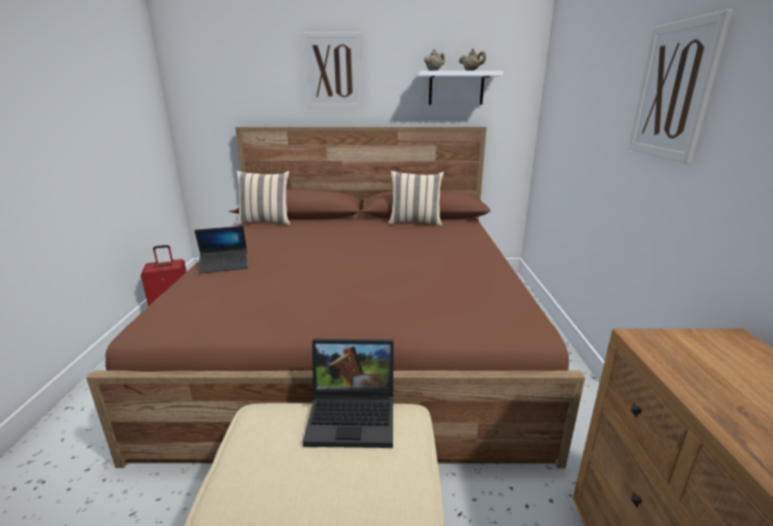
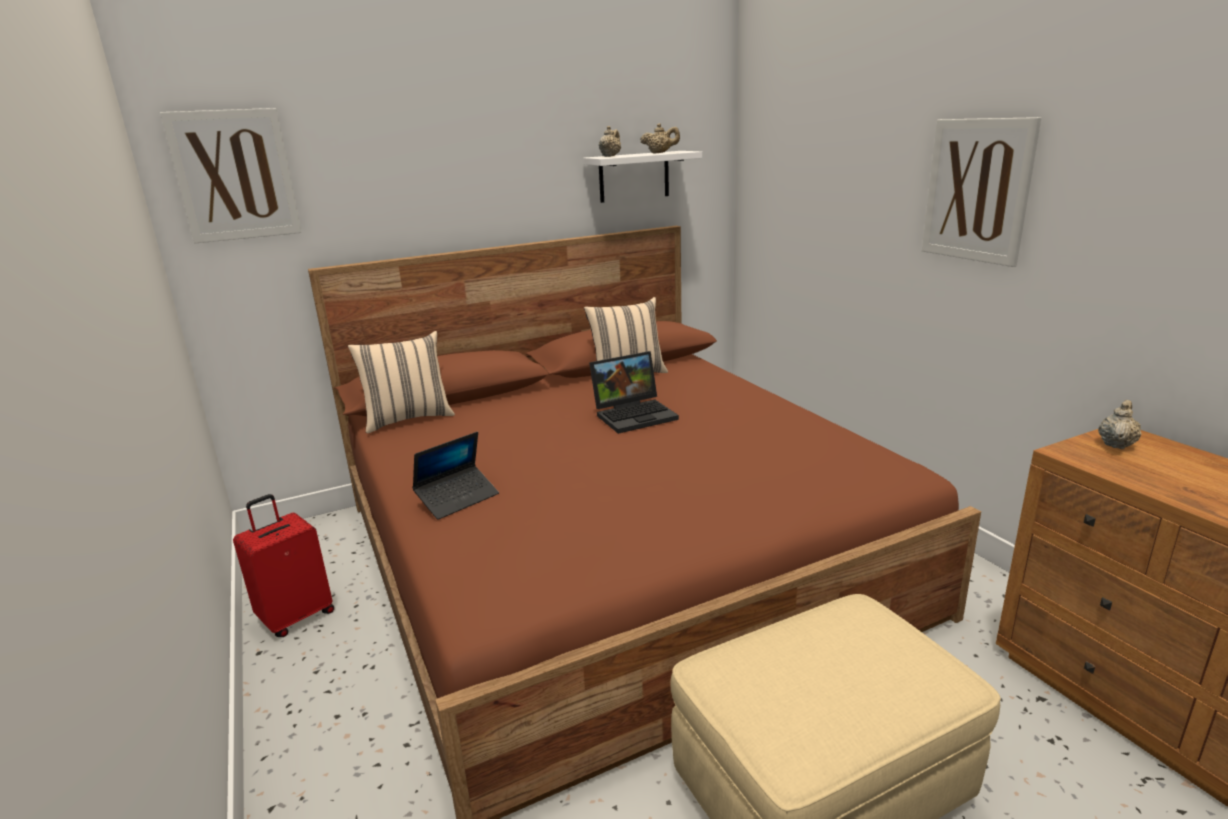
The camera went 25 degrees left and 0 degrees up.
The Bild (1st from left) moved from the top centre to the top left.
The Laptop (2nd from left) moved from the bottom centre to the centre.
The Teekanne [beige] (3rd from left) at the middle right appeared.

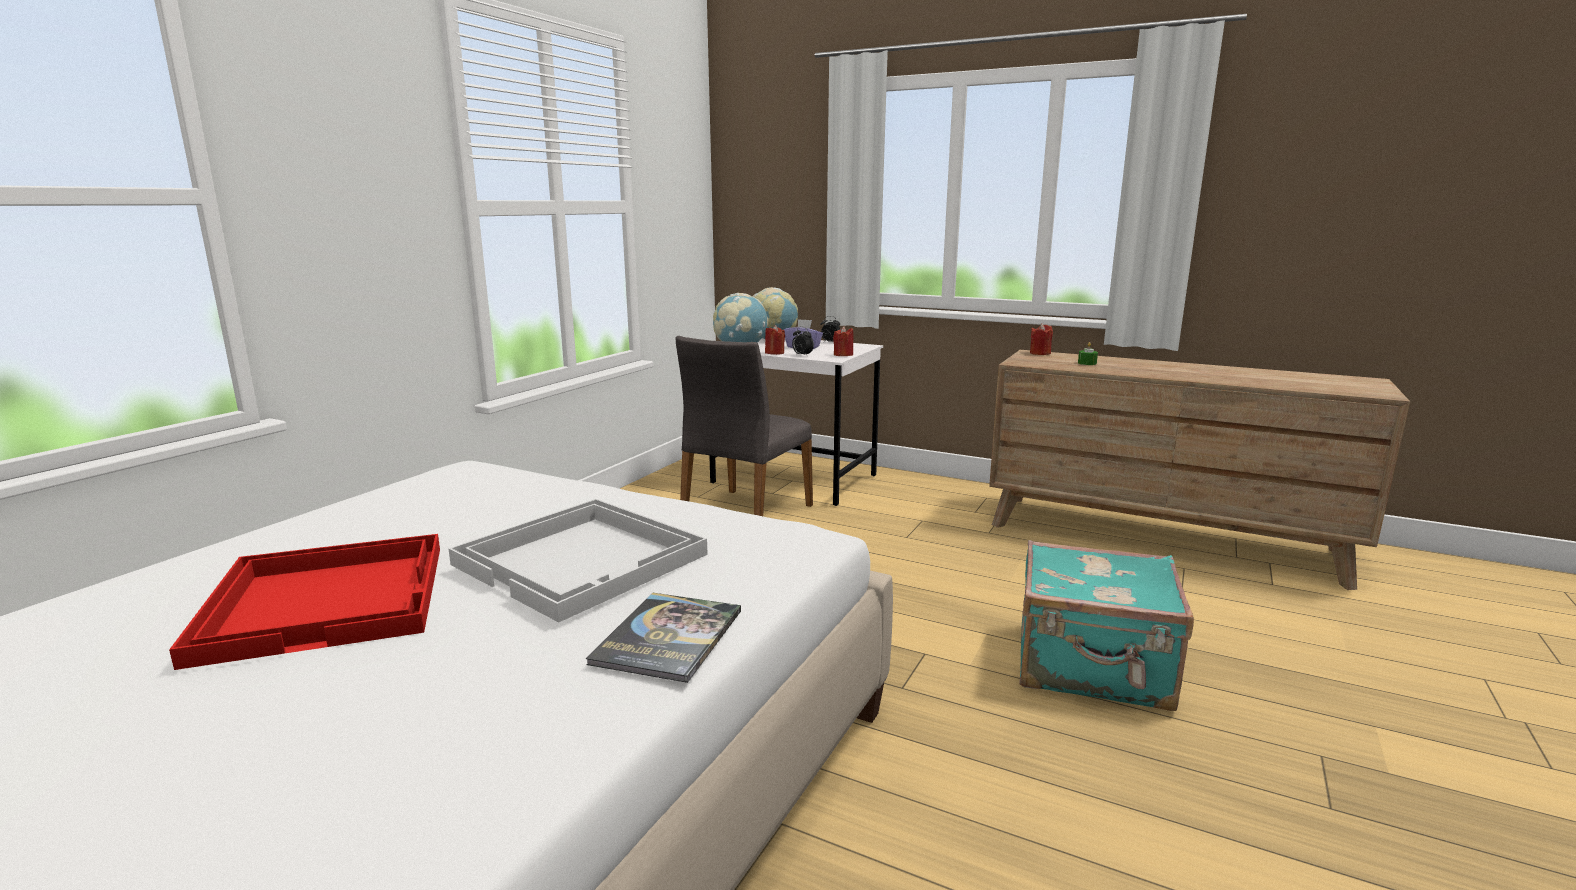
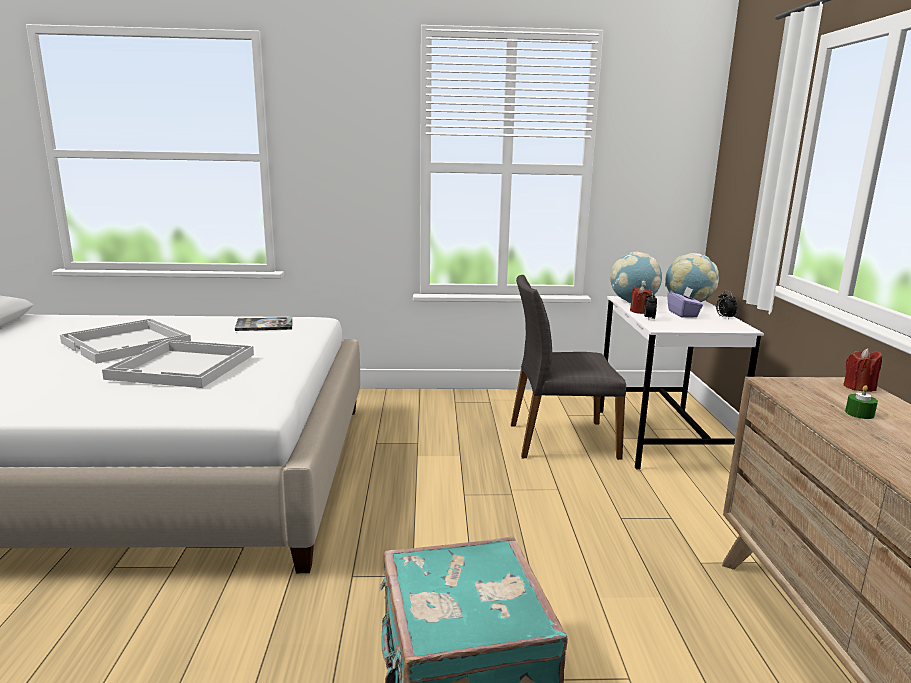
The camera went 60 degrees right and 0 degrees up.
The Kerze [rot] (2nd from left) at the centre disappeared.
The Tablett [rot] at the bottom left became the Tablett [weiß] (1st from left) at the middle left.
The Buch moved from the bottom centre to the middle left.

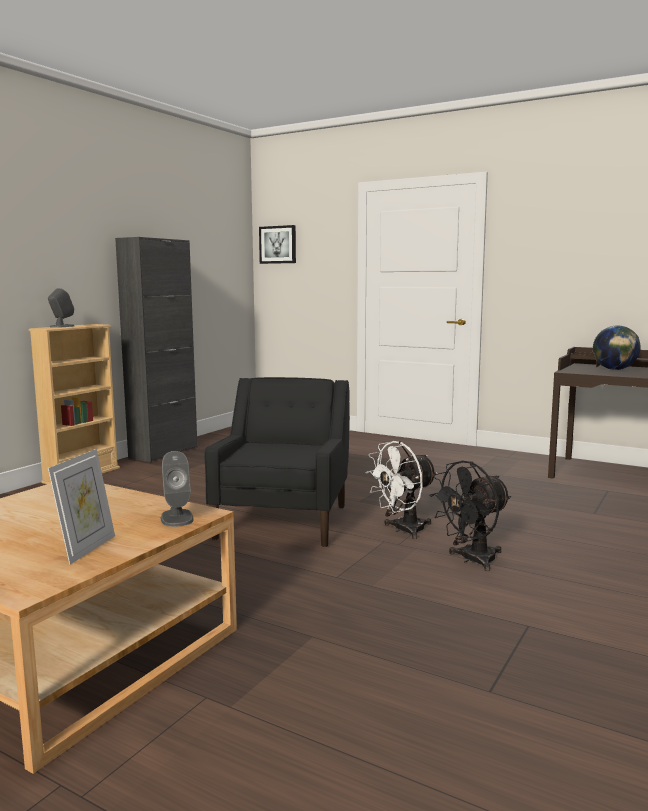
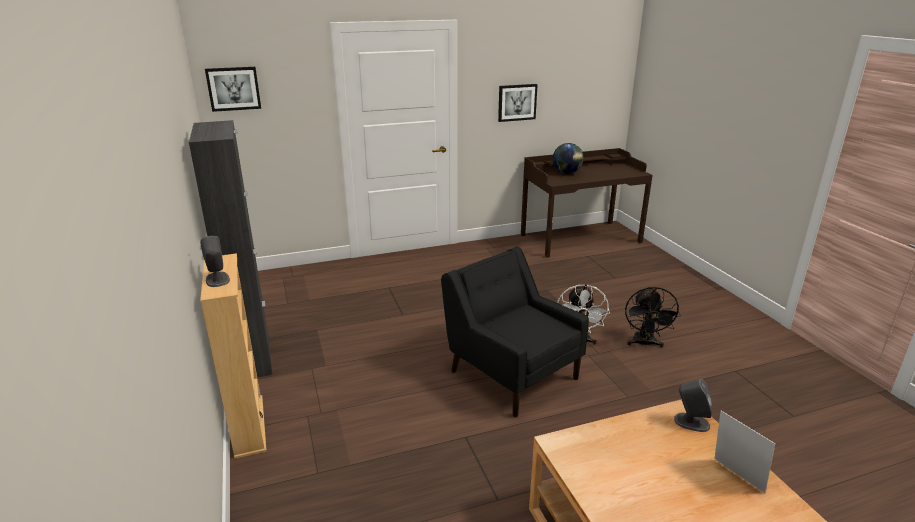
The camera went 50 degrees left and 15 degrees up.
The Bild (2nd from left) at the top centre appeared.

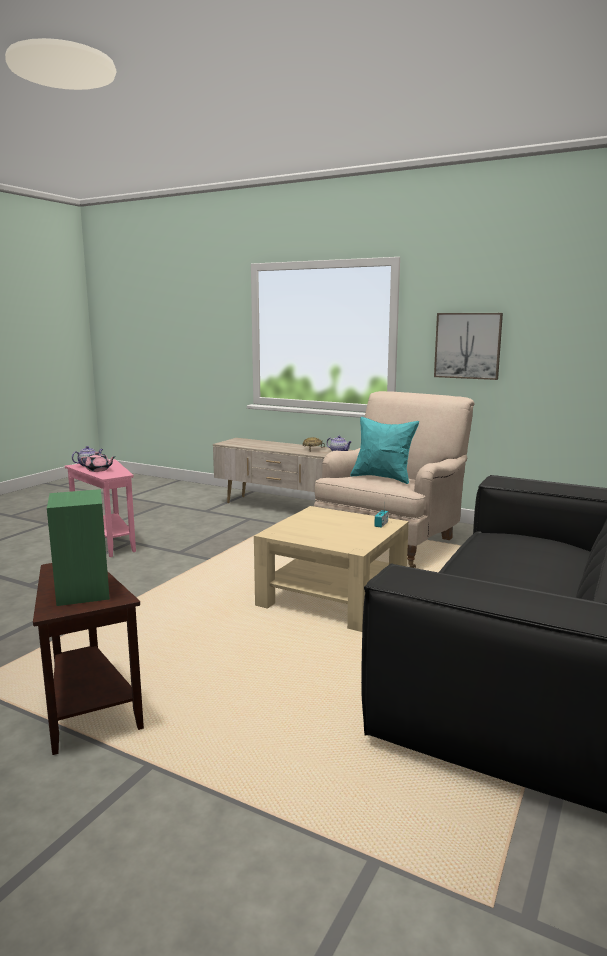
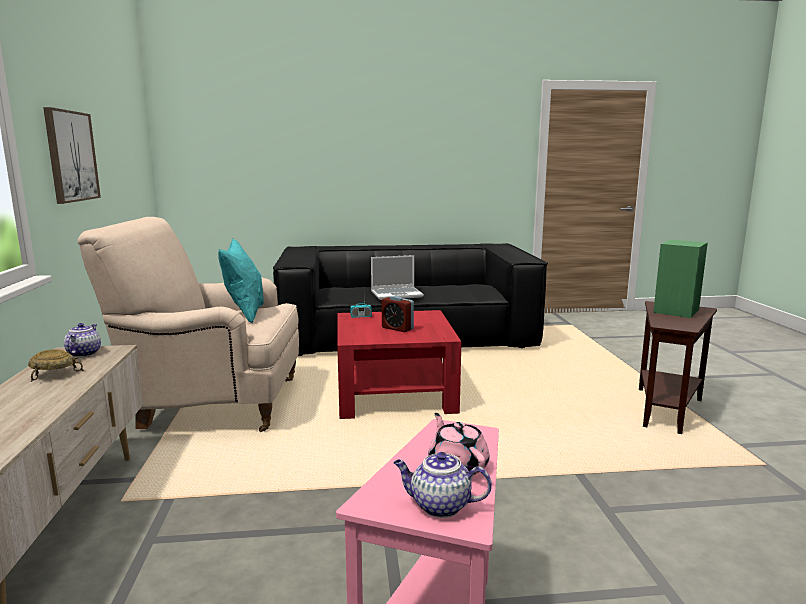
The camera went 125 degrees left and 0 degrees up.
The Couchtisch [beige] at the centre became the Couchtisch [rot] at the centre.
The Laptop at the centre appeared.
The Wecker at the centre appeared.

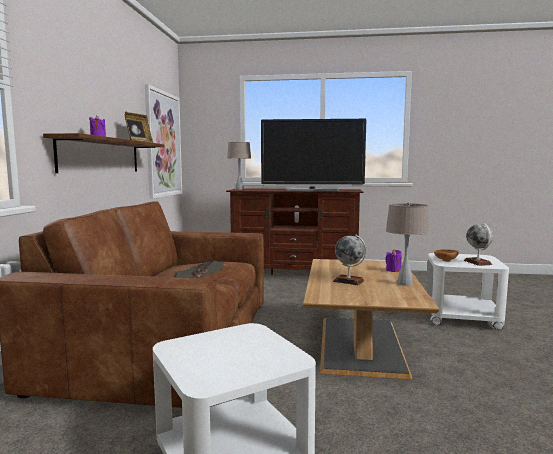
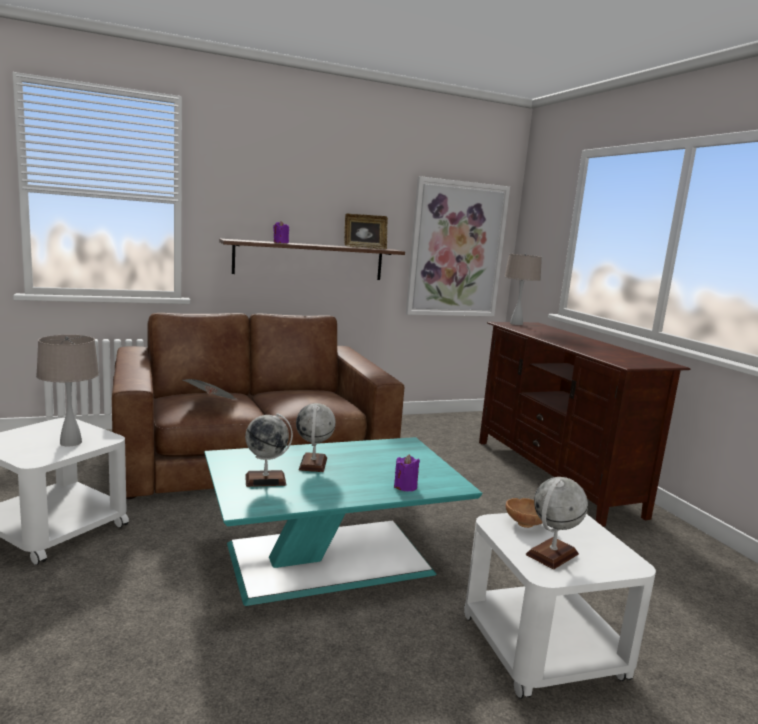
The camera went 60 degrees right and 5 degrees up.
The Fernseher at the centre disappeared.
The Tischlampe [beige] (2nd from left in the first image) moved from the middle right to the middle left.
The Couchtisch [braun] at the bottom right became the Couchtisch [türkis] at the bottom centre.
The Globus (1st from left) at the centre appeared.

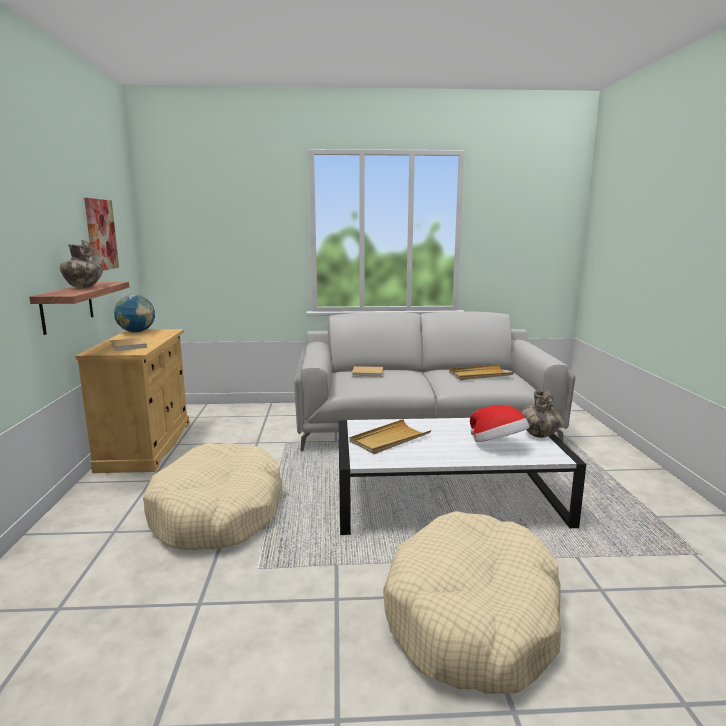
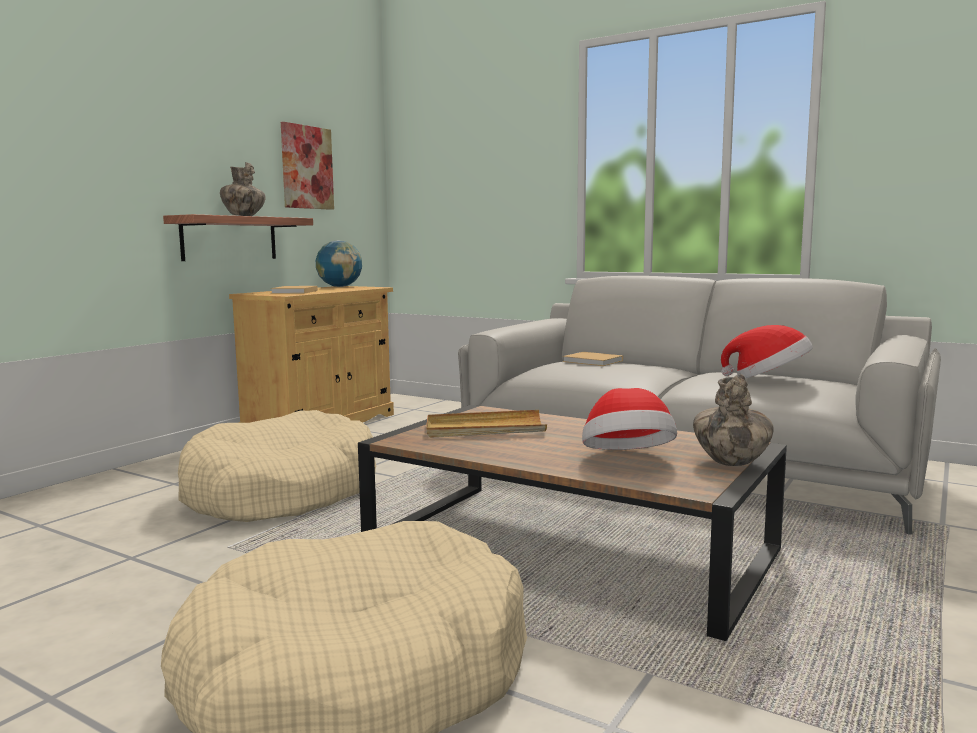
The camera went 35 degrees right and 5 degrees down.
The Tablett [beige] (2nd from left) at the centre was replaced by the Hut (2nd from left) at the middle right.
The Couchtisch [weiß] at the centre became the Couchtisch [braun] at the bottom centre.

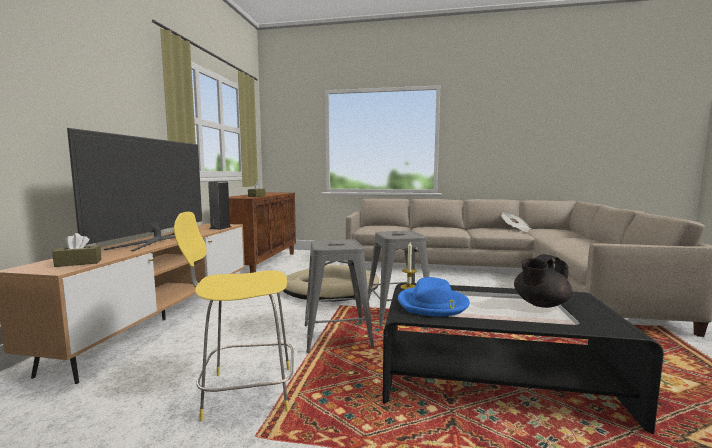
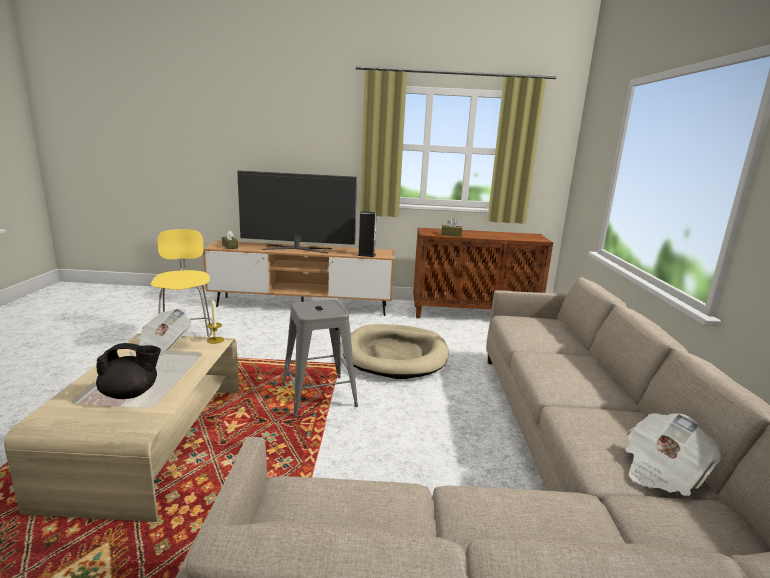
The camera went 80 degrees right and 10 degrees up.
The Hocker [grau] (1st from left) at the centre disappeared.
The Teekanne [schwarz] at the middle right turned 120 degrees clockwise.
The Hut [blau] at the centre was replaced by the Zeitung (1st from left) at the middle left.
The Couchtisch [schwarz] at the bottom right became the Couchtisch [beige] at the bottom left.

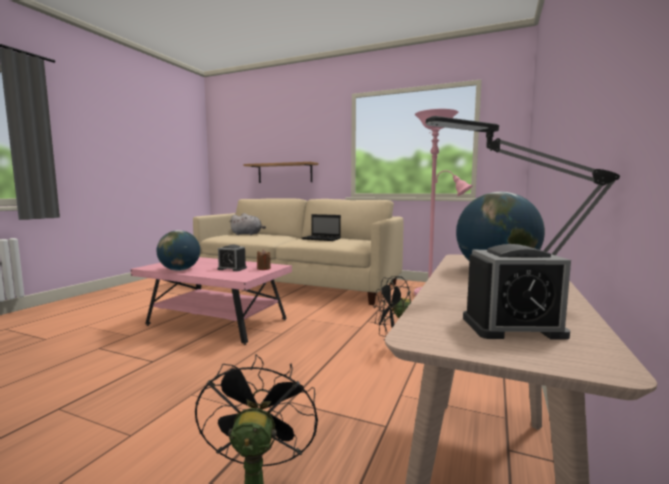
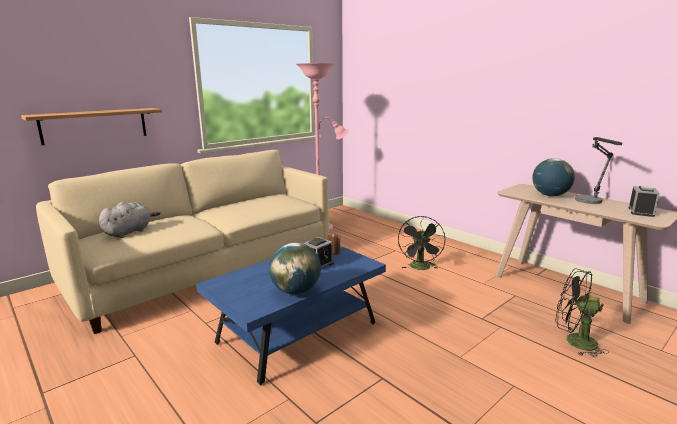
The camera went 65 degrees left and 10 degrees up.
The Laptop at the centre disappeared.
The Couchtisch [rosa] at the middle left became the Couchtisch [blau] at the bottom centre.

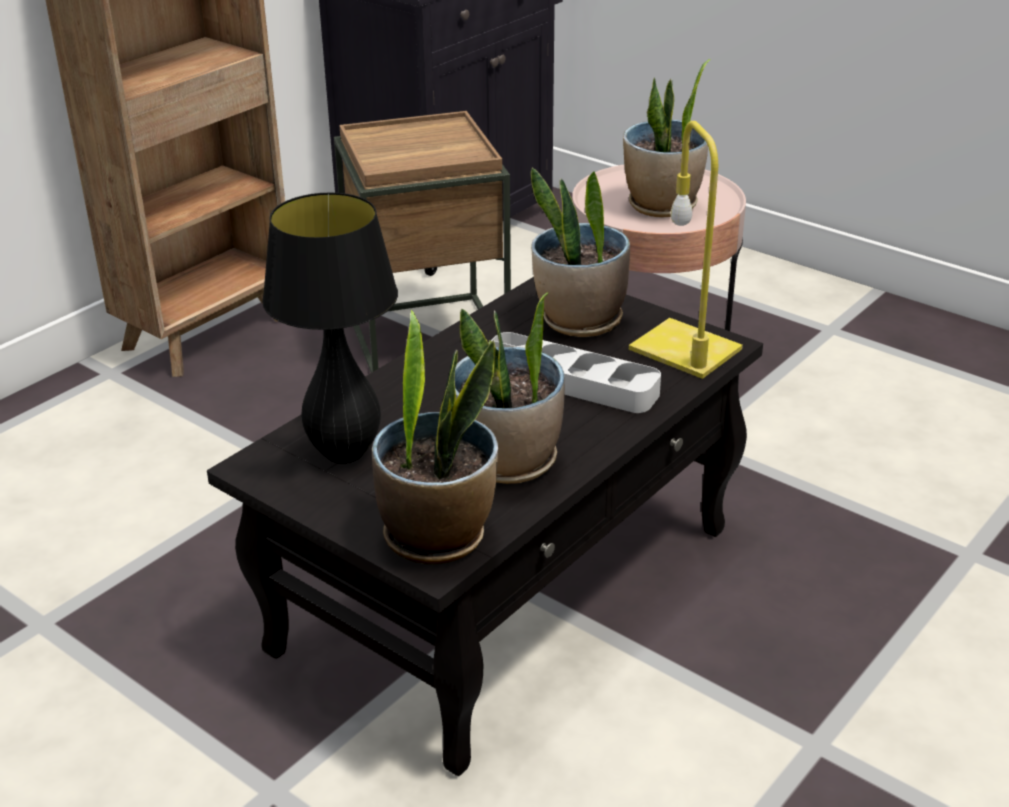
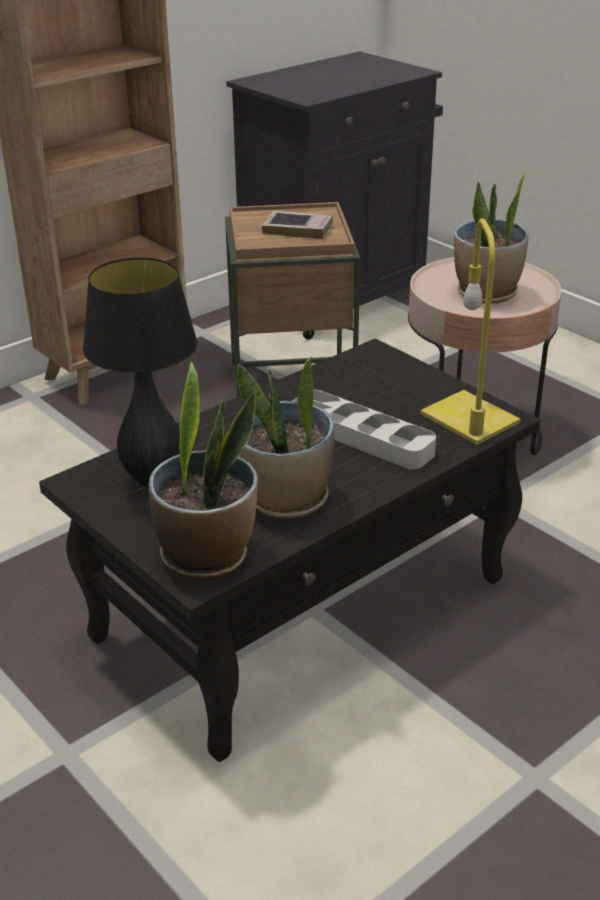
The camera went 10 degrees right and 0 degrees up.
The Topfpflanze (3rd from left) at the top centre disappeared.
The Buch at the top centre appeared.

